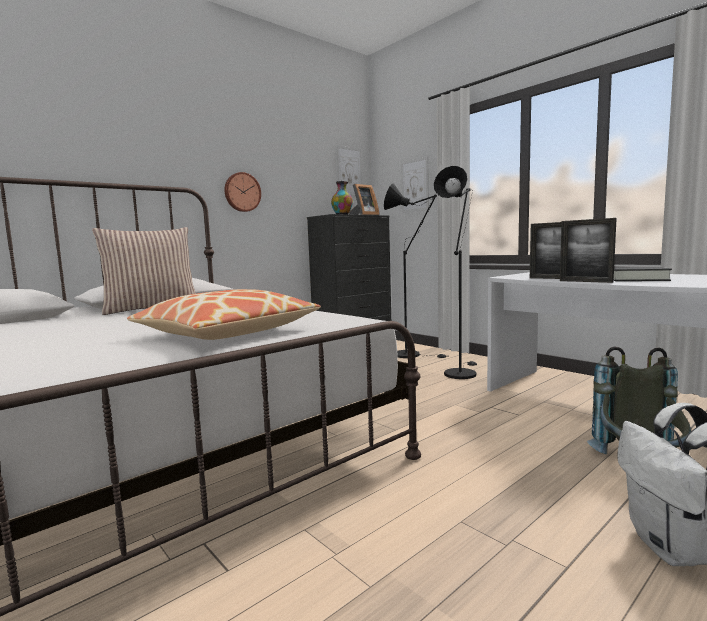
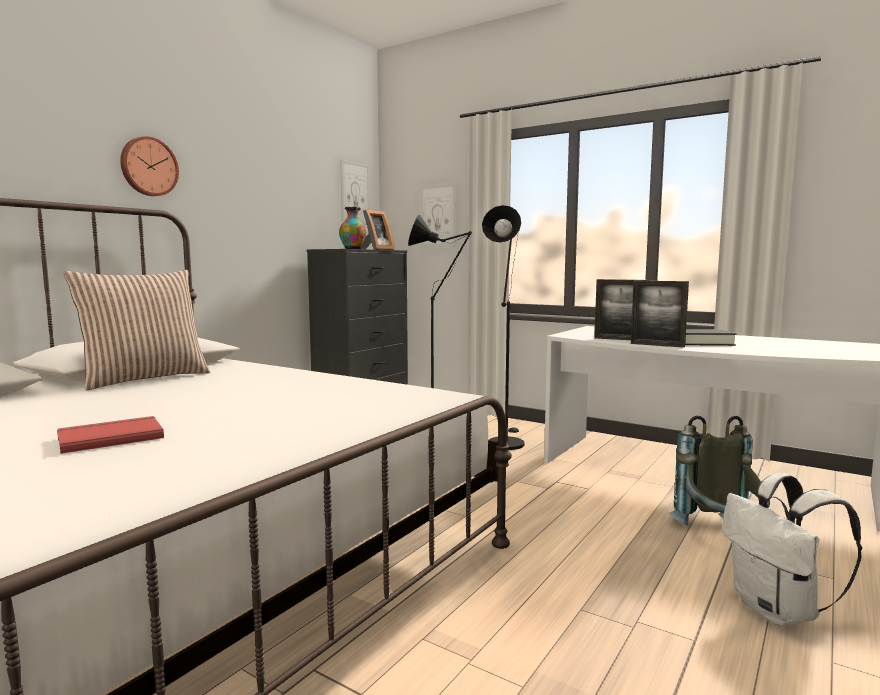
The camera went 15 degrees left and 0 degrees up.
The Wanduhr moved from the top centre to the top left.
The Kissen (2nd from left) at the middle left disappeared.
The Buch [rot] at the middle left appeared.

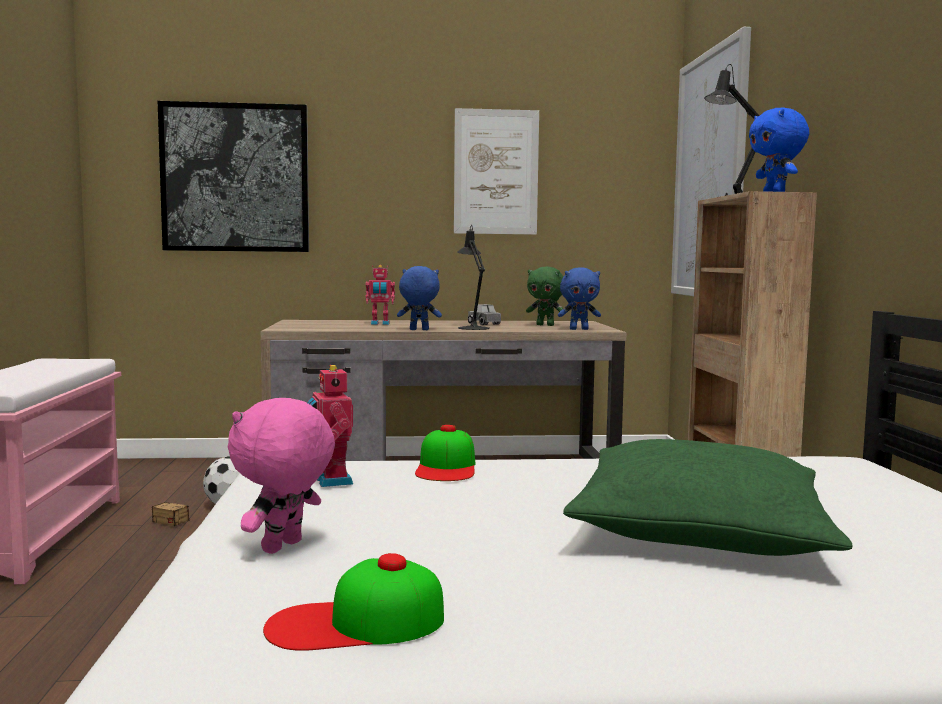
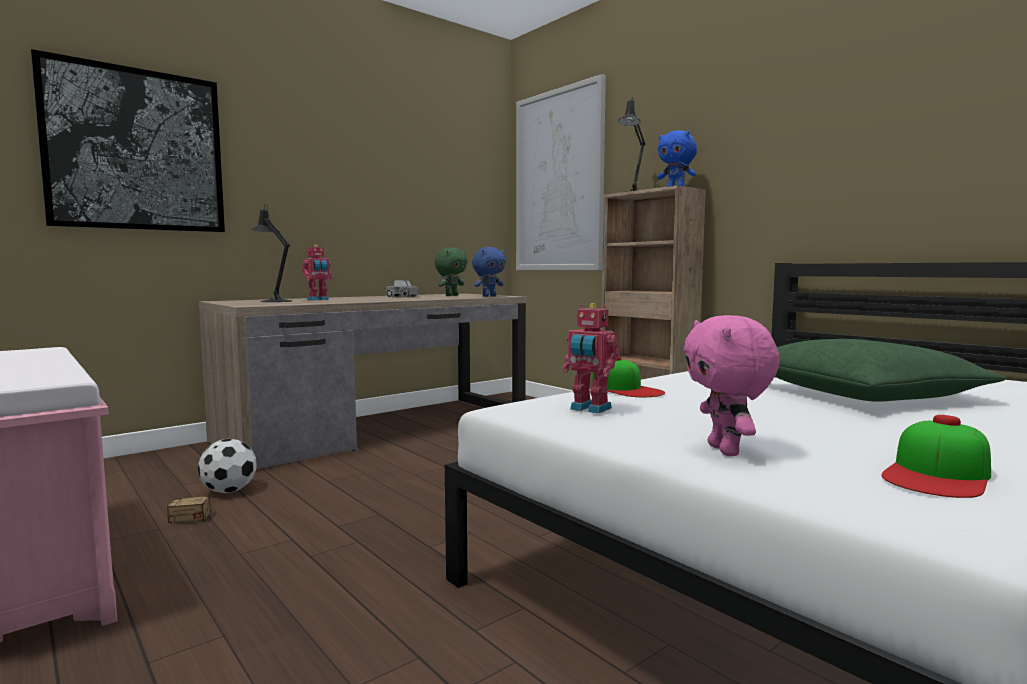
The camera went 35 degrees left and 0 degrees up.
The Bild (2nd from left) at the top centre disappeared.
The Tischlampe [schwarz] (1st from left) moved from the centre to the middle left.
The Plüschtier [blau] (1st from left) at the centre disappeared.
The Plüschtier [grün] at the centre turned 45 degrees counterclockwise.

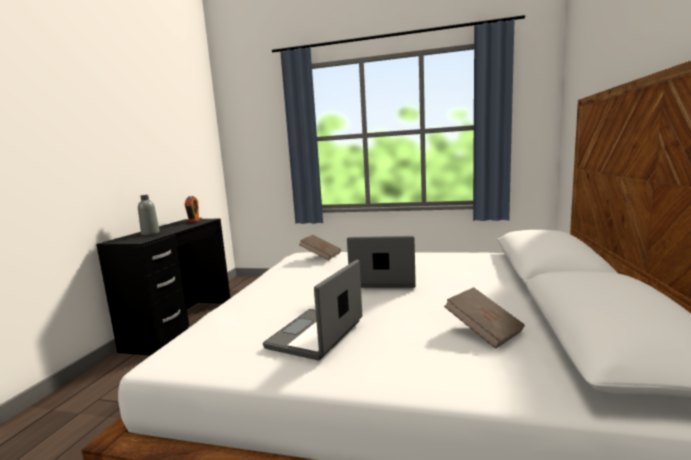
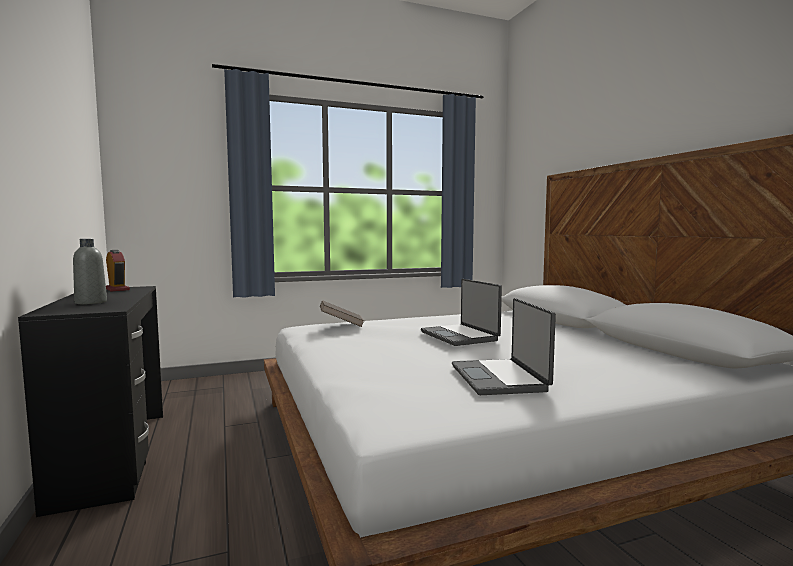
The camera went 35 degrees left and 5 degrees down.
The Laptop (2nd from left in the first image) at the centre turned 90 degrees counterclockwise.
The Buch [braun] (2nd from left) at the bottom right disappeared.

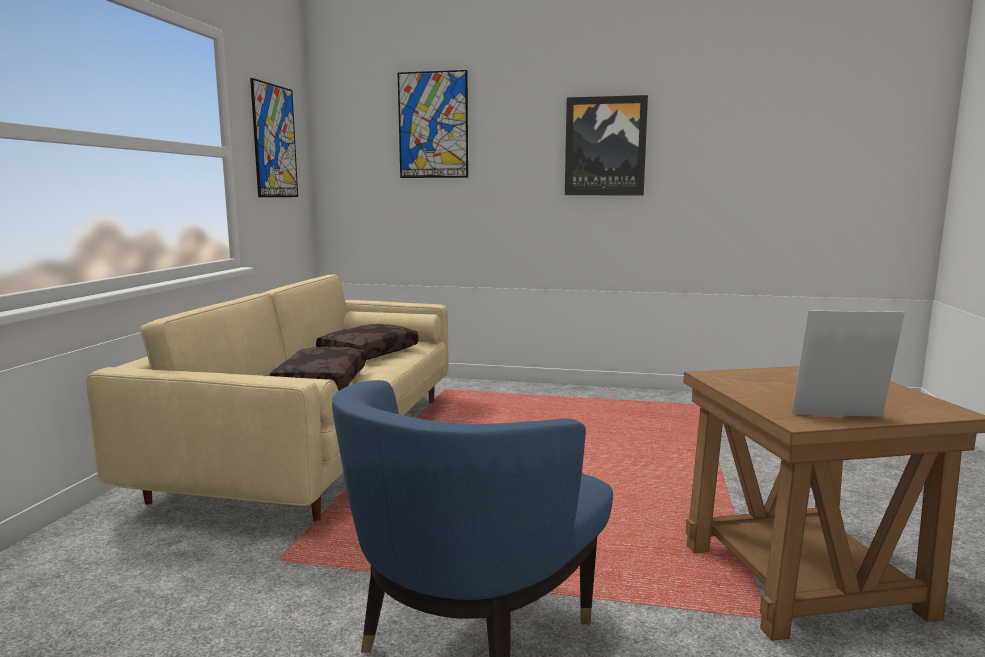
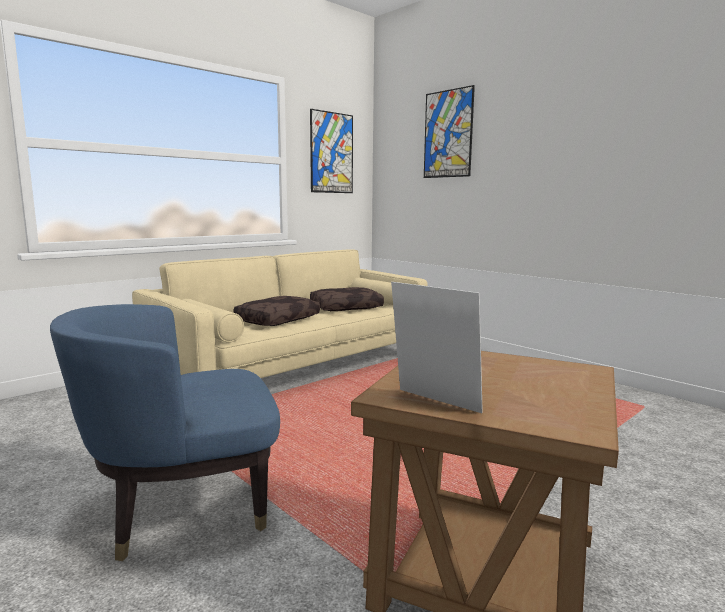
The camera went 35 degrees right and 0 degrees up.
The Bild (3rd from left) at the top centre disappeared.

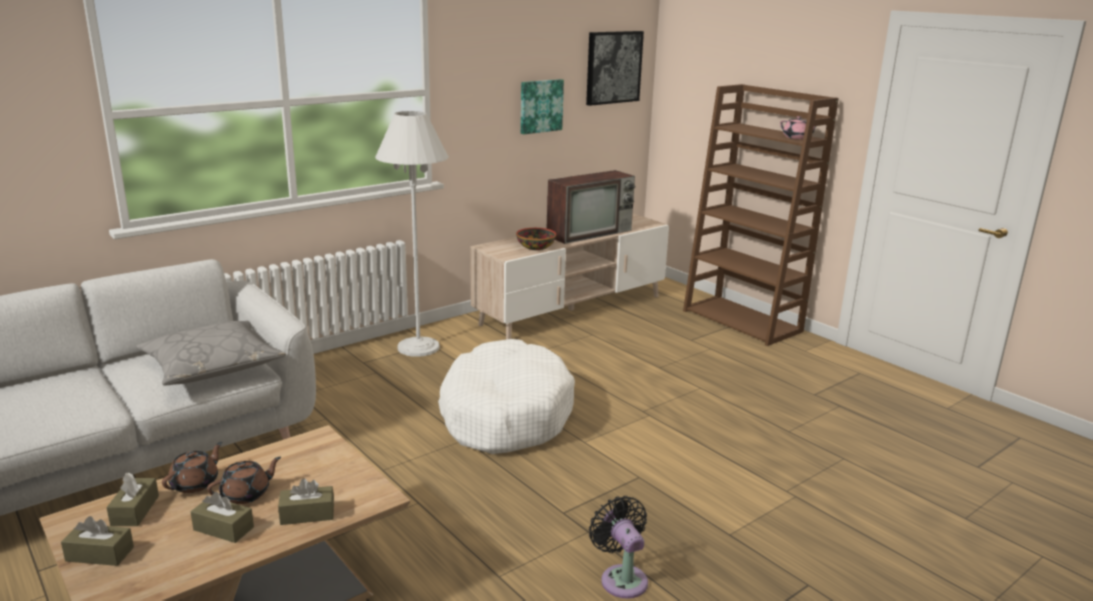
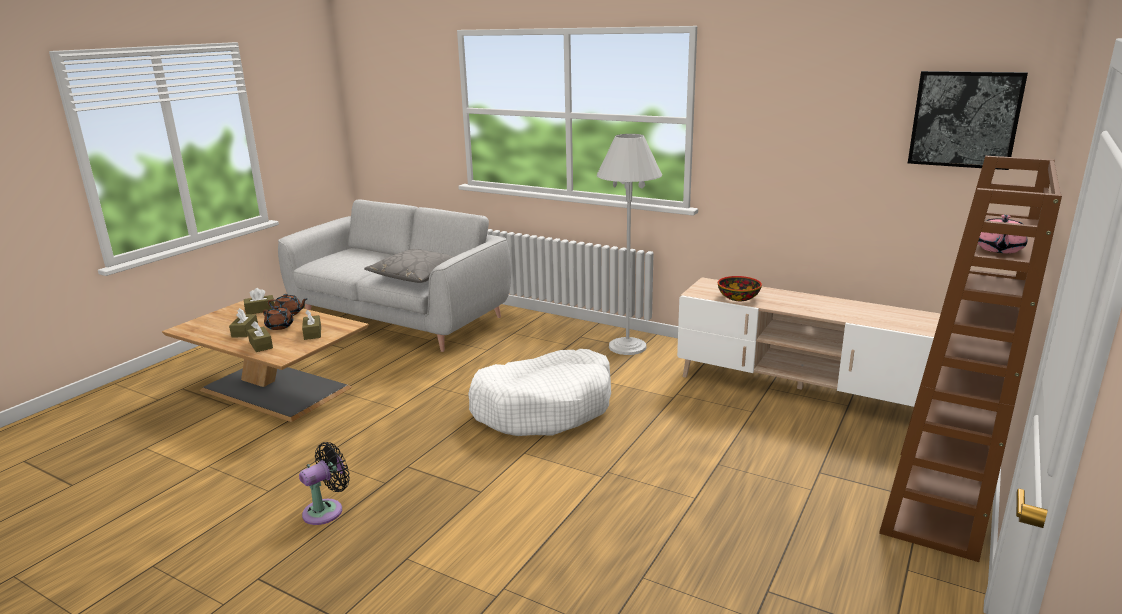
The camera went 70 degrees right and 0 degrees up.
The Bild (1st from left) at the top centre disappeared.
The Fernseher at the centre disappeared.
The Taschentuchbox [braun] (1st from left in the first image) moved from the bottom left to the middle left.

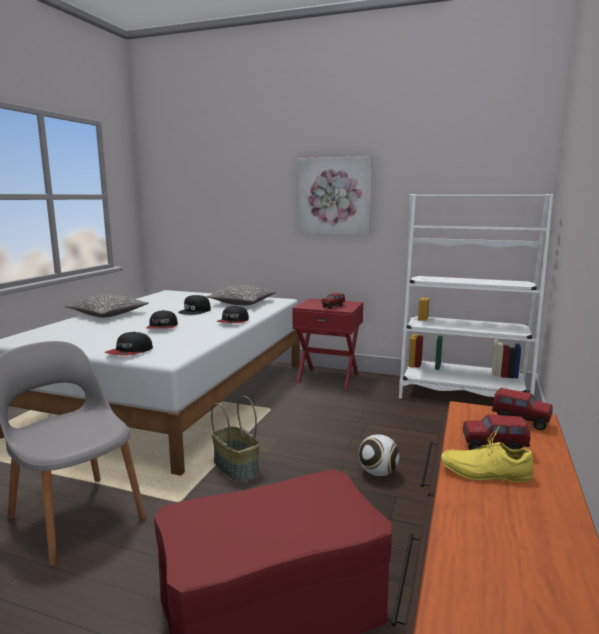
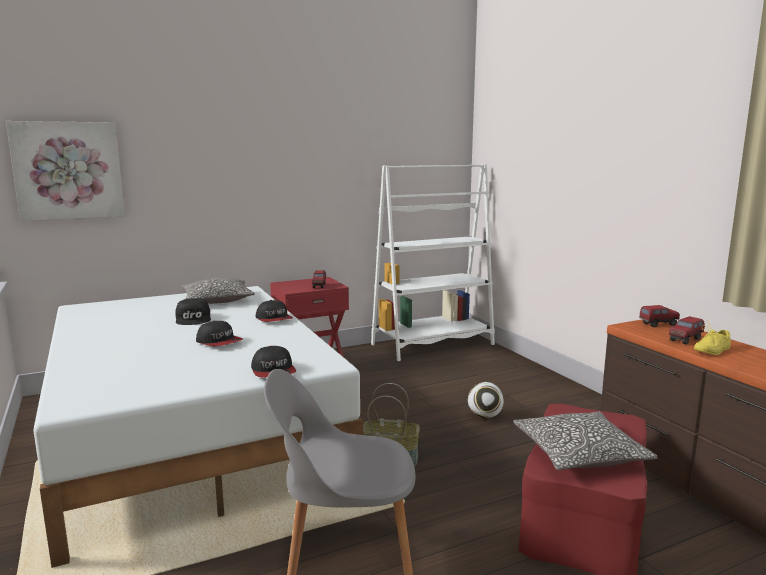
The camera went 45 degrees left and 0 degrees up.
The Bild moved from the top centre to the top left.
The Kissen (1st from left in the first image) moved from the middle left to the bottom right.

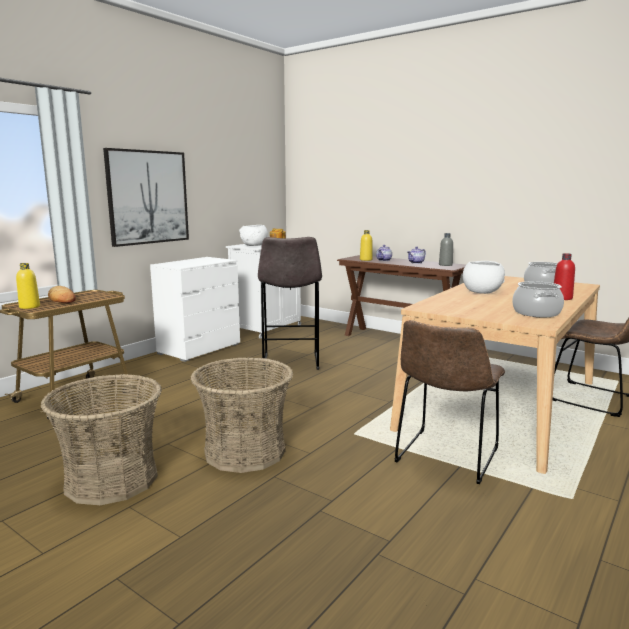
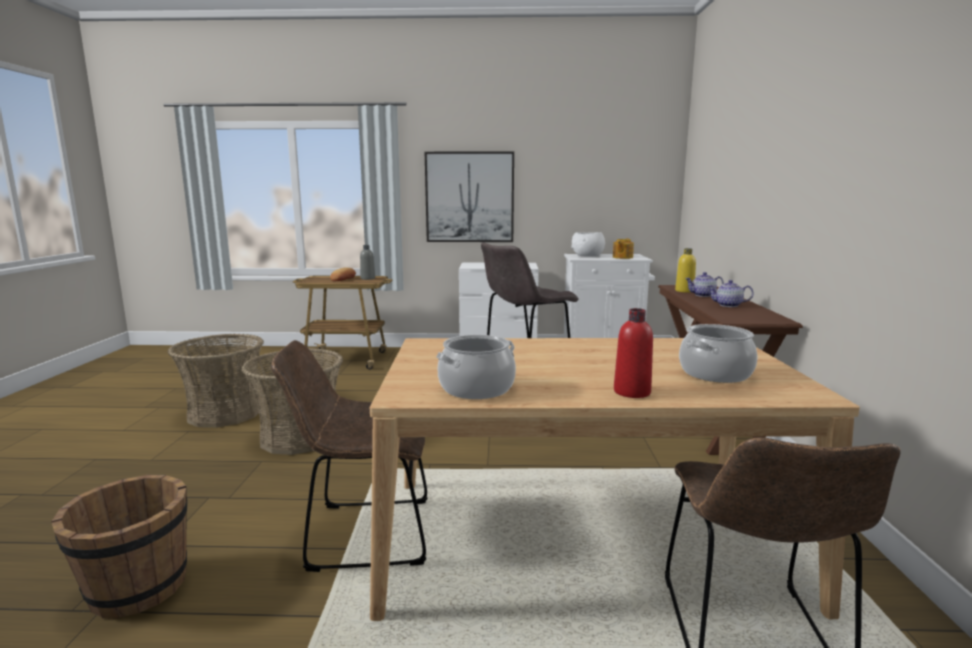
The camera went 55 degrees right and 0 degrees up.
The Flasche [grau] moved from the middle right to the centre.
The Schüssel [weiß] (2nd from left) at the middle right disappeared.
The Flasche [gelb] (1st from left) at the middle left disappeared.
The Eimer [braun] at the bottom left appeared.

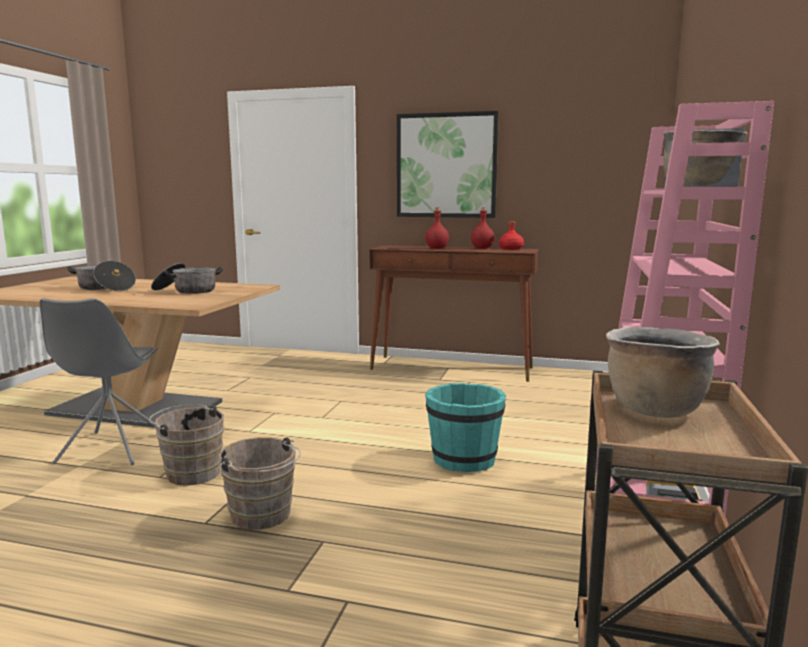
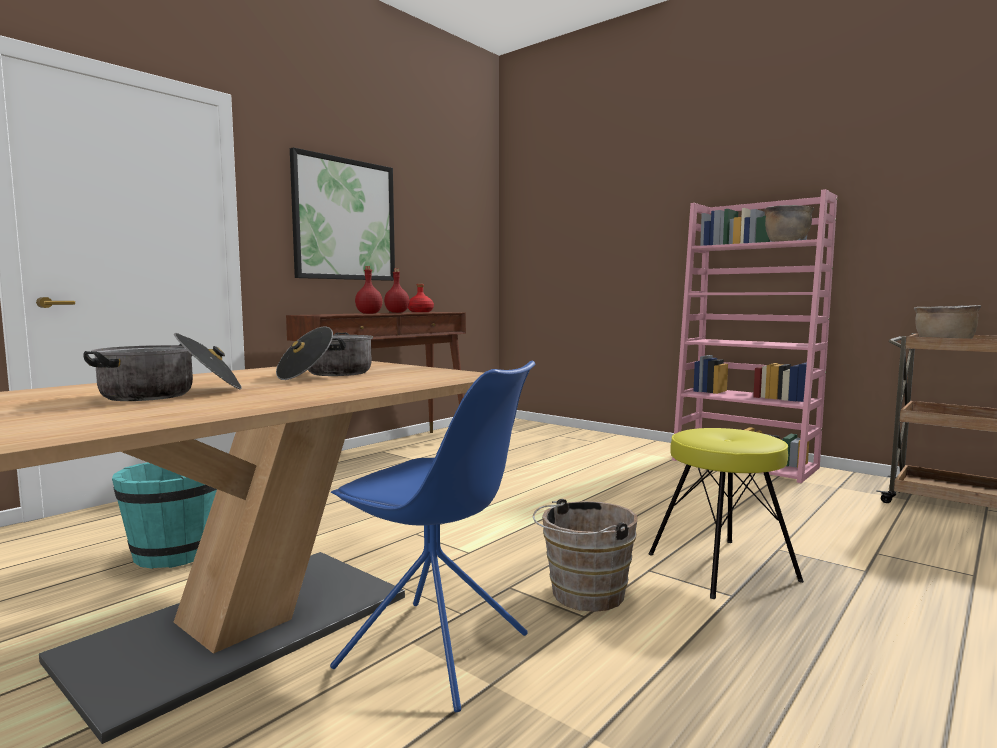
The camera went 65 degrees left and 5 degrees down.
The Stuhl [grau] at the middle left became the Stuhl [blau] at the bottom centre.
The Eimer [türkis] moved from the centre to the bottom left.
The Eimer [braun] (2nd from left) at the bottom left was replaced by the Hocker [gelb] at the bottom right.

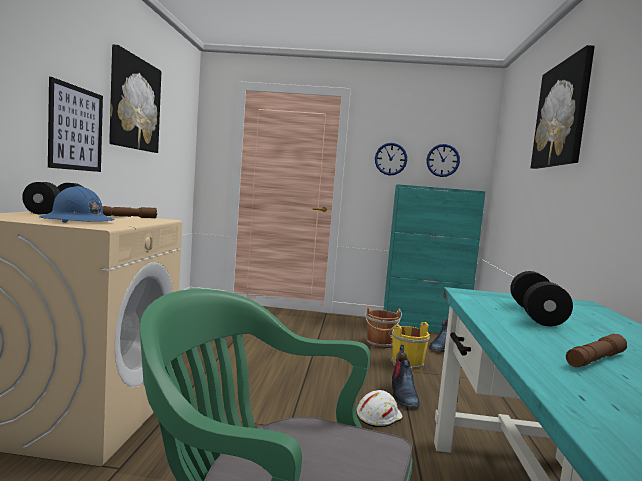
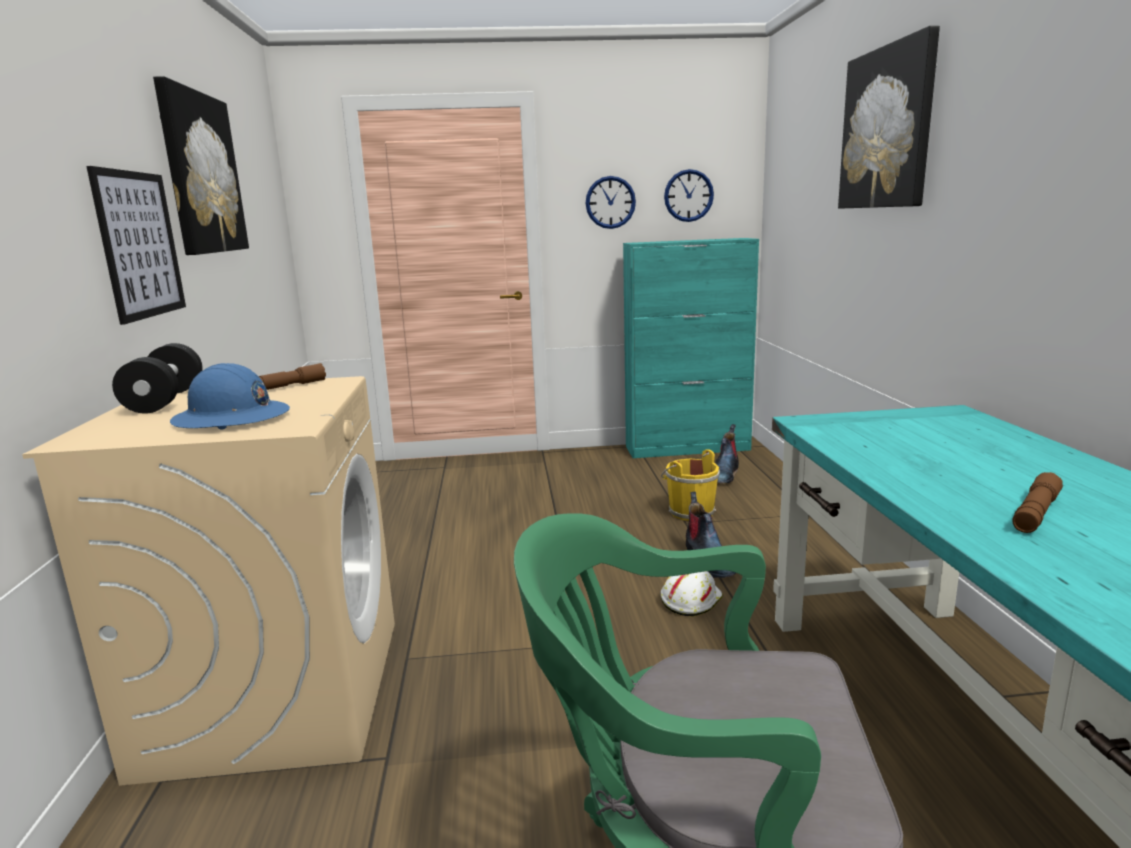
The camera went 10 degrees left and 10 degrees up.
The Hantel [schwarz] (2nd from left) at the middle right disappeared.
The Eimer [braun] at the bottom centre disappeared.

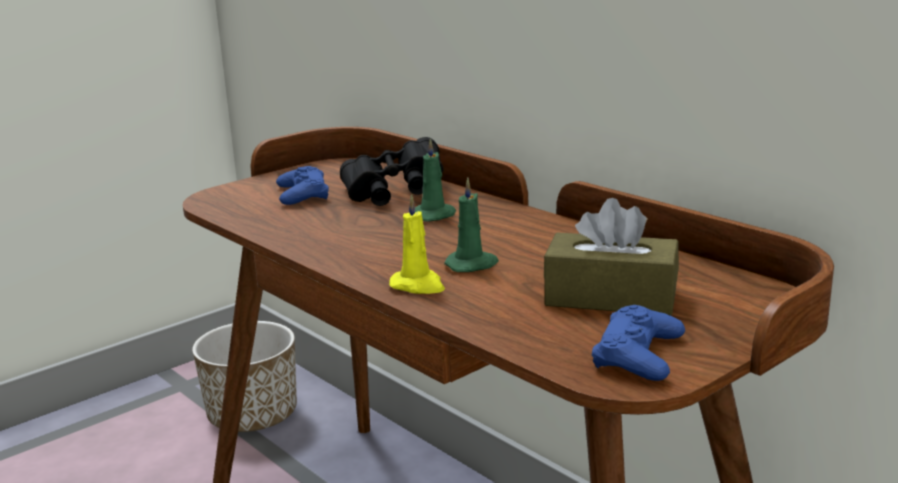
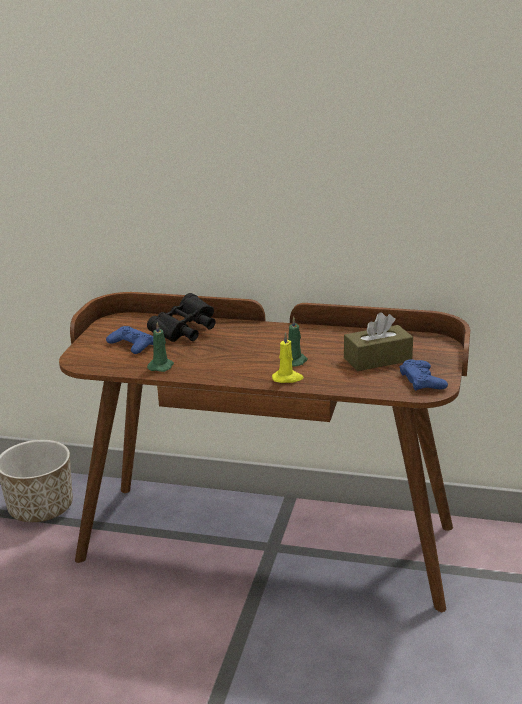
The camera went 35 degrees left and 5 degrees up.
The Kerze [grün] (1st from left) moved from the centre to the middle left.

